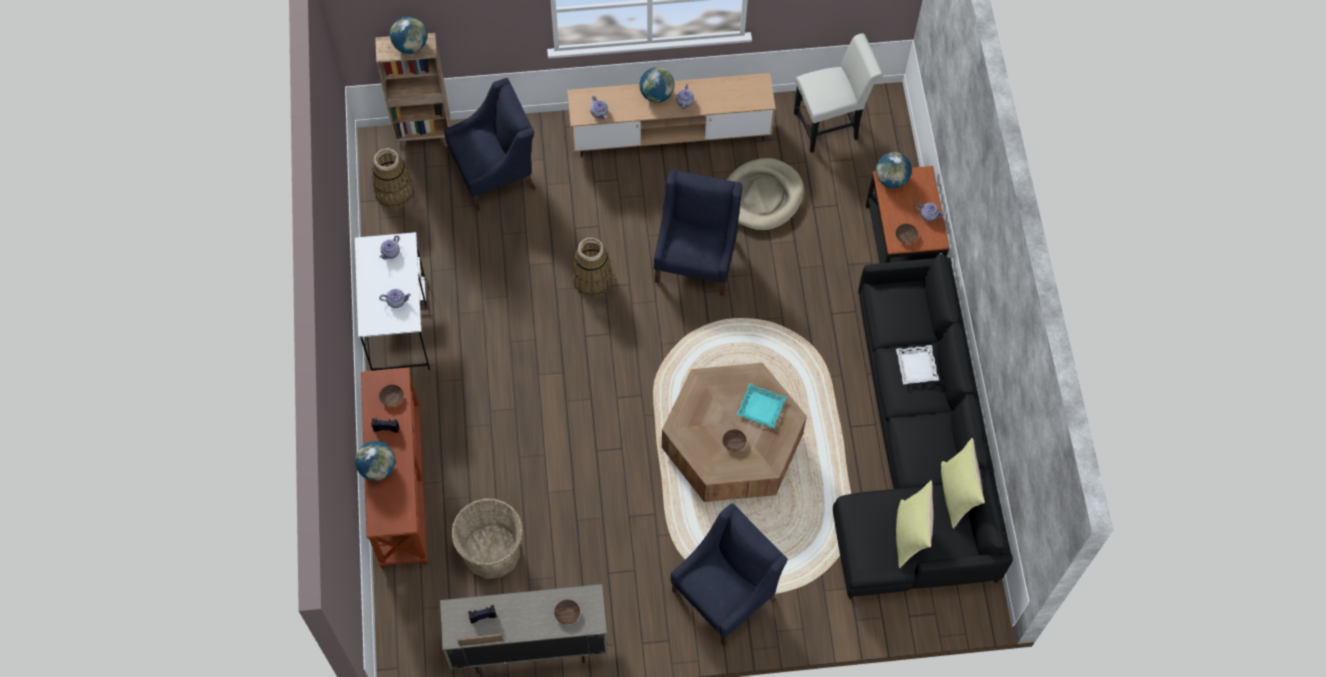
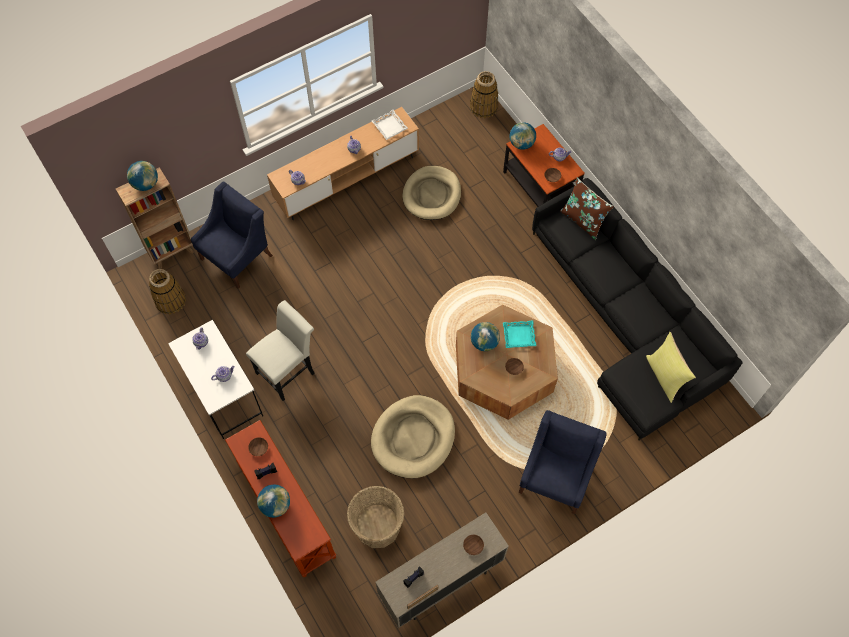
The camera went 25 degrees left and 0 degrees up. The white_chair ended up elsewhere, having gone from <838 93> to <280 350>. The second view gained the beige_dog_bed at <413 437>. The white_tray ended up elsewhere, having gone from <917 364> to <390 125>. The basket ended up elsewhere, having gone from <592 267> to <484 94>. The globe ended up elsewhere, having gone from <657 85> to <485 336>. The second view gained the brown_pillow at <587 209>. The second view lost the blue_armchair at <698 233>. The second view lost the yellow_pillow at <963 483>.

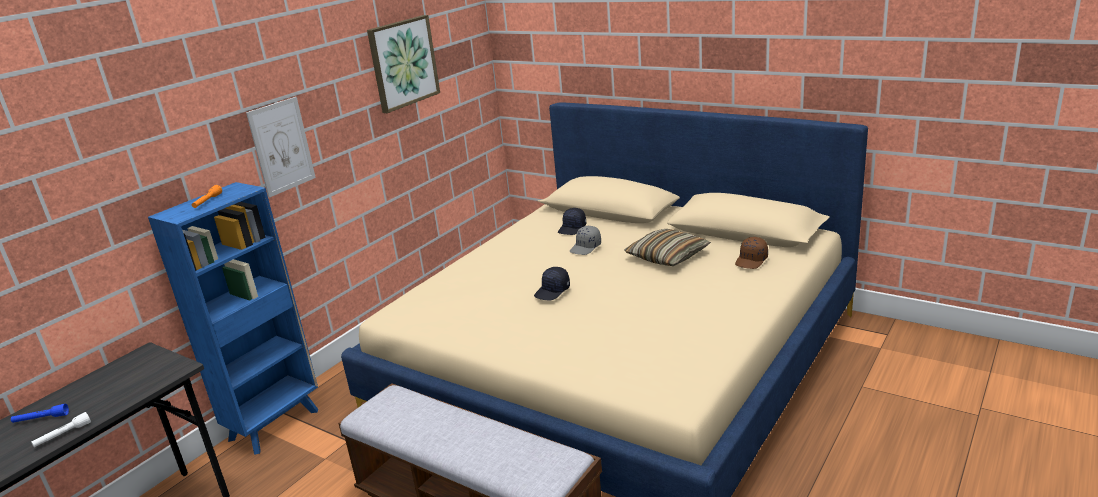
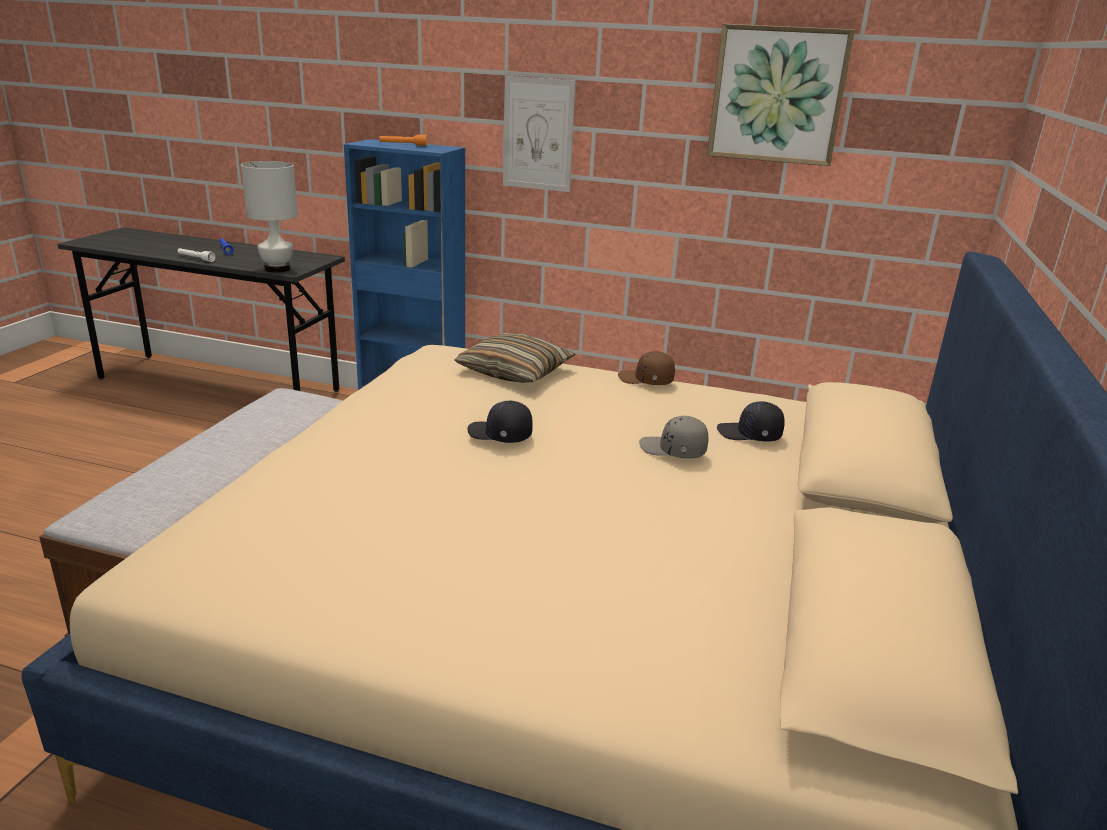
The camera went 70 degrees right and 0 degrees up. The second view gained the white_table_lamp at <269 217>. The pillow ended up elsewhere, having gone from <667 247> to <515 358>. The brown_cap ended up elsewhere, having gone from <751 253> to <646 368>.

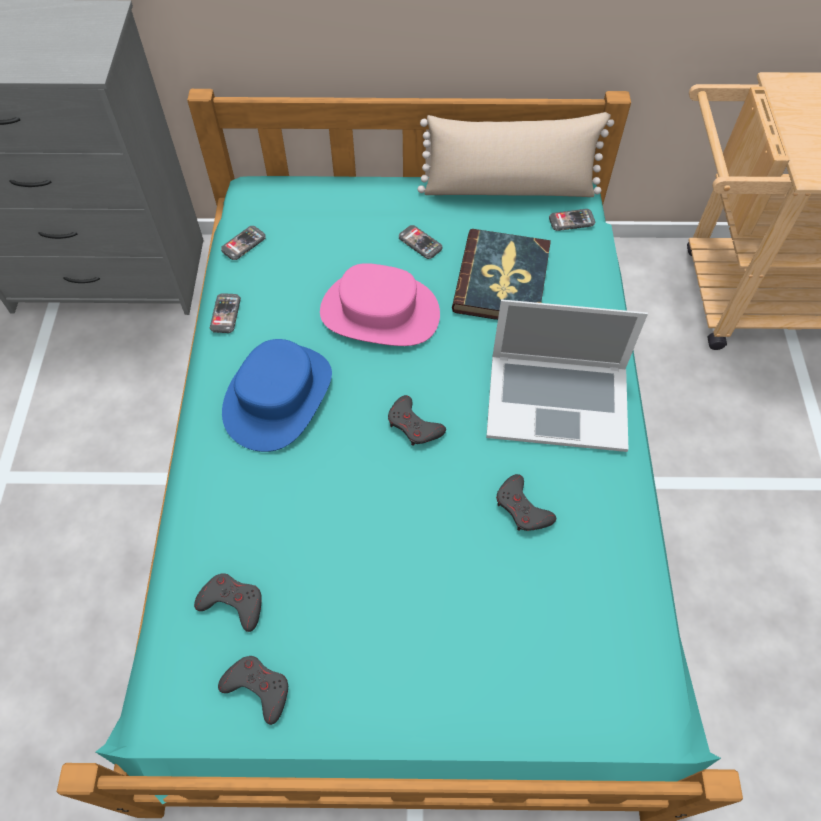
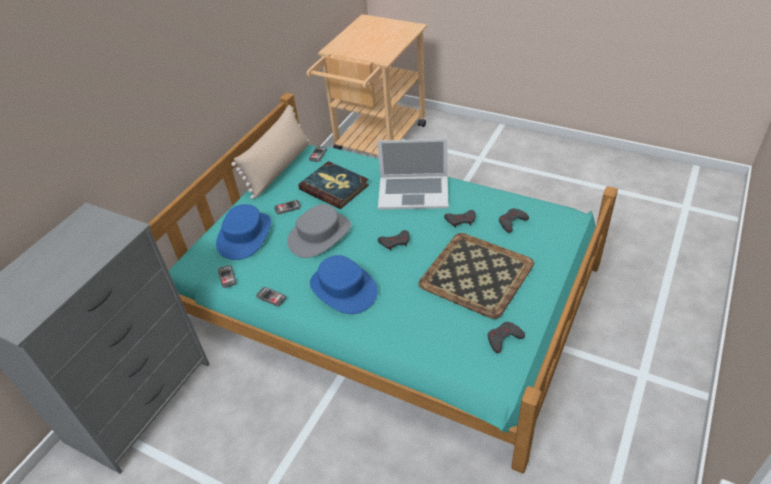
The camera went 60 degrees left and 15 degrees down. The second view gained the blue_hat at <243 232>. What was the pink_hat at <380 304> turned into the grey_hat at <319 231>. The laptop at <567 375> ended up facing another way, 60 degrees clockwise from before. The second view gained the tray at <476 276>. The grey_game_controller ended up elsewhere, having gone from <228 602> to <514 220>.

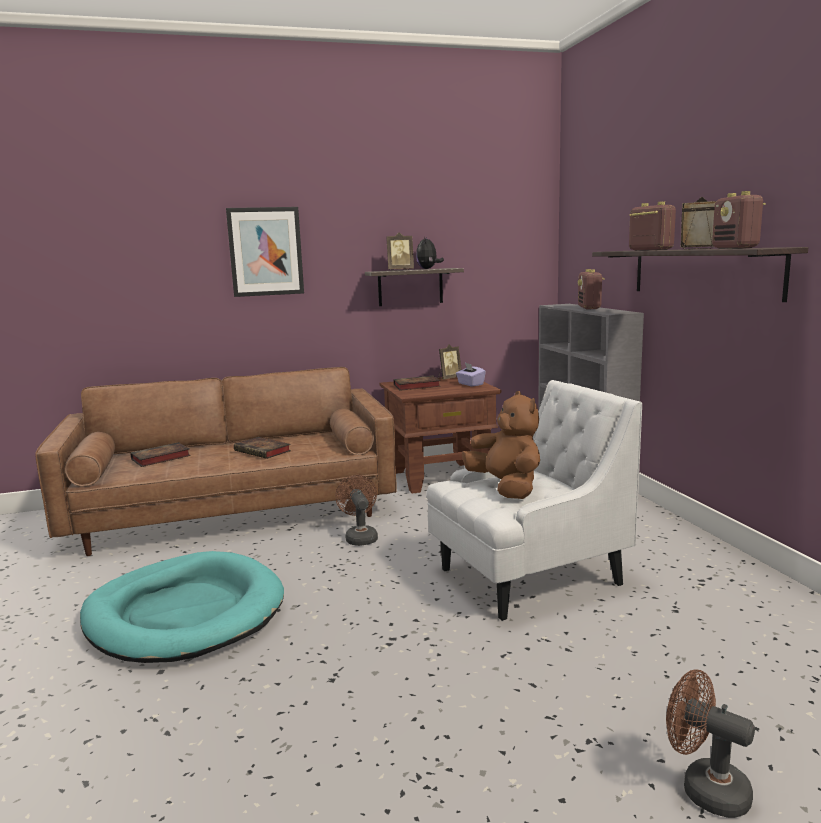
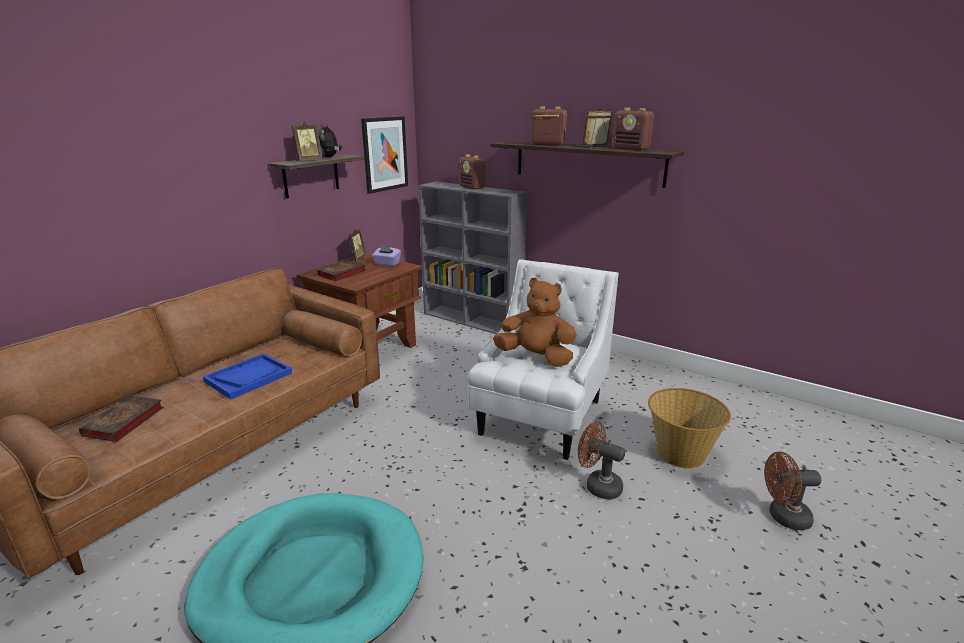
The camera went 40 degrees left and 10 degrees up. Where the book stood at <262 448>, the blue_tray came to stand at <247 376>. The picture ended up elsewhere, having gone from <265 252> to <384 155>. The brown_fan ended up elsewhere, having gone from <356 510> to <601 461>. The second view gained the basket at <689 428>.

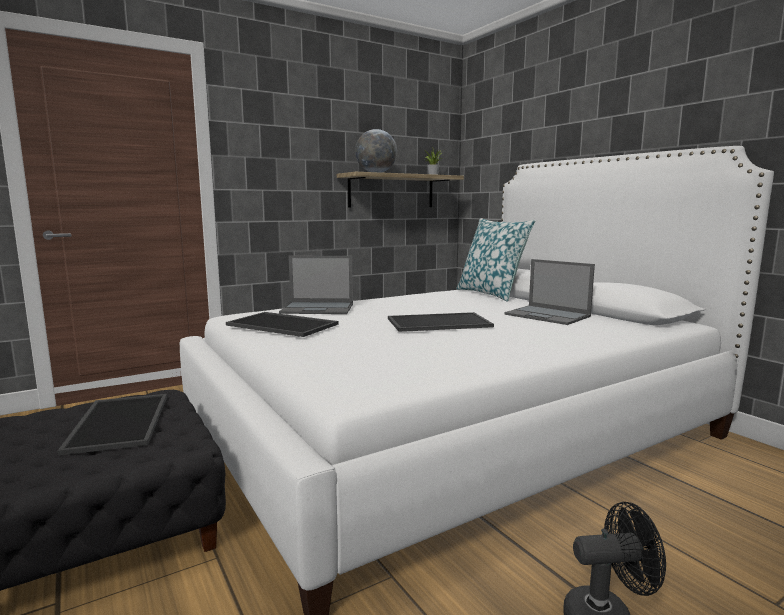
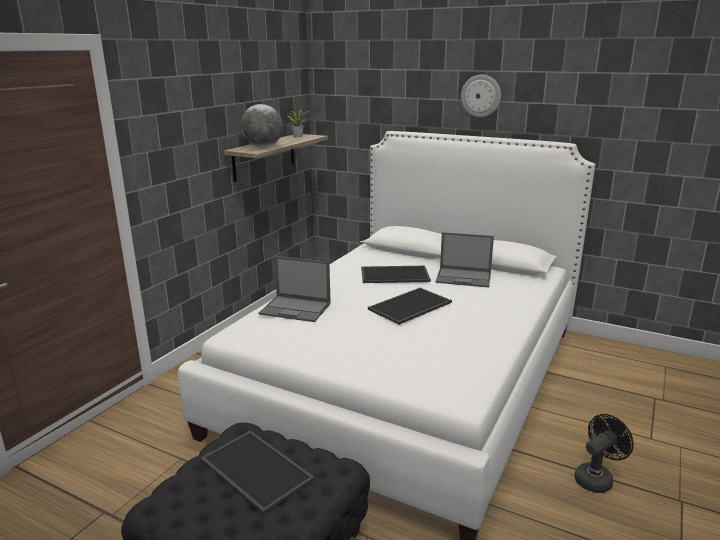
The camera went 30 degrees left and 10 degrees up. The laptop at <316 285> ended up facing another way, 45 degrees clockwise from before. The tray ended up elsewhere, having gone from <282 324> to <396 274>. The second view gained the wall_clock at <481 96>. The second view lost the pillow at <495 260>.

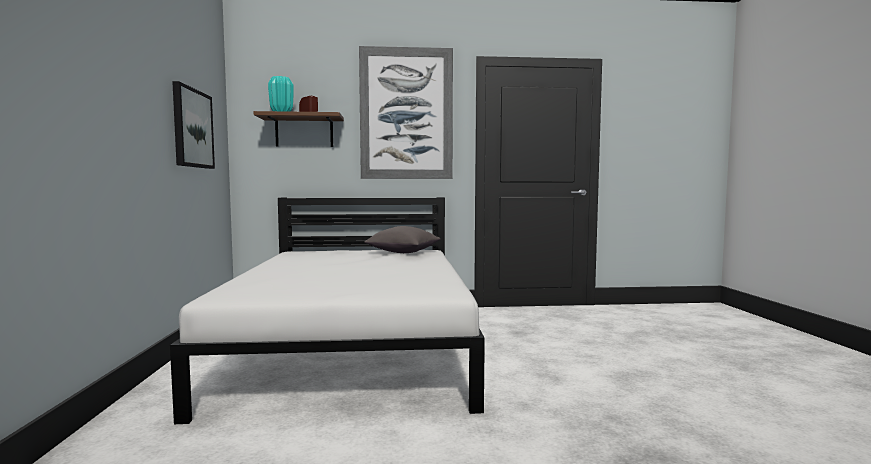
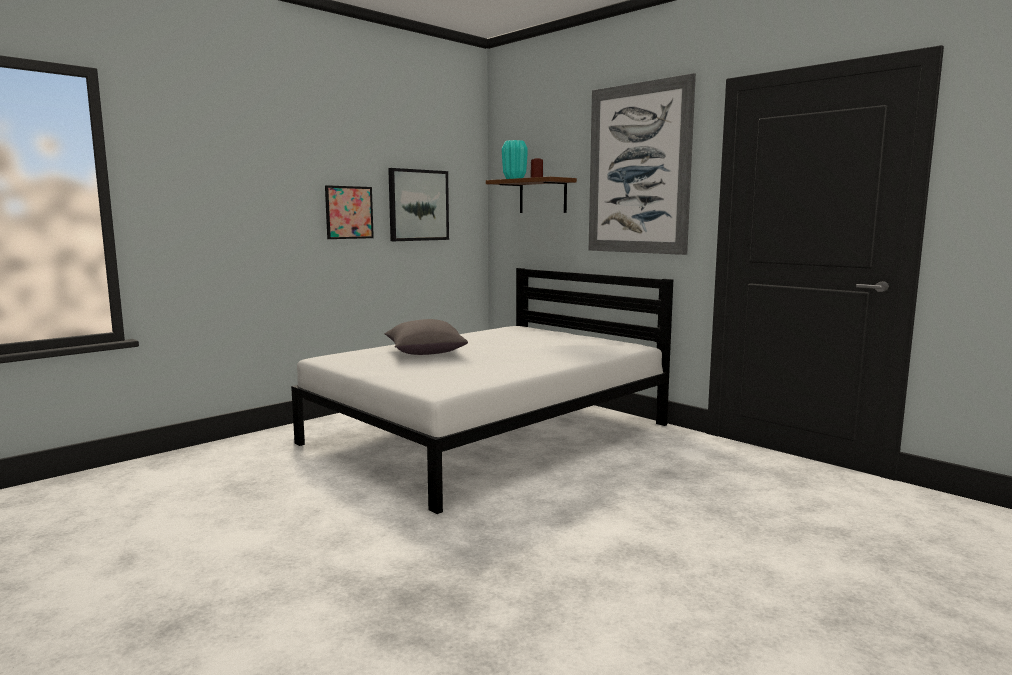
The camera went 50 degrees right and 5 degrees up. The second view gained the picture at <349 212>. The grey_pillow ended up elsewhere, having gone from <402 239> to <426 337>.

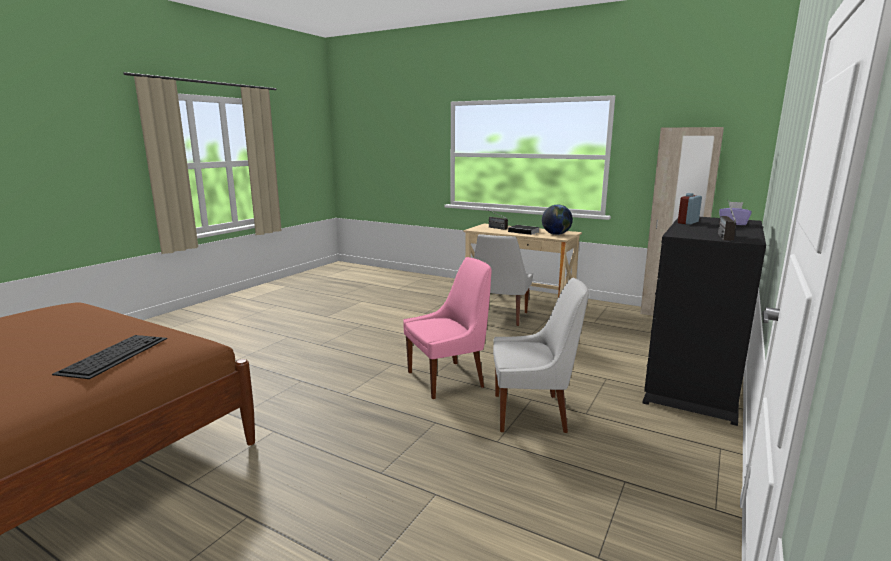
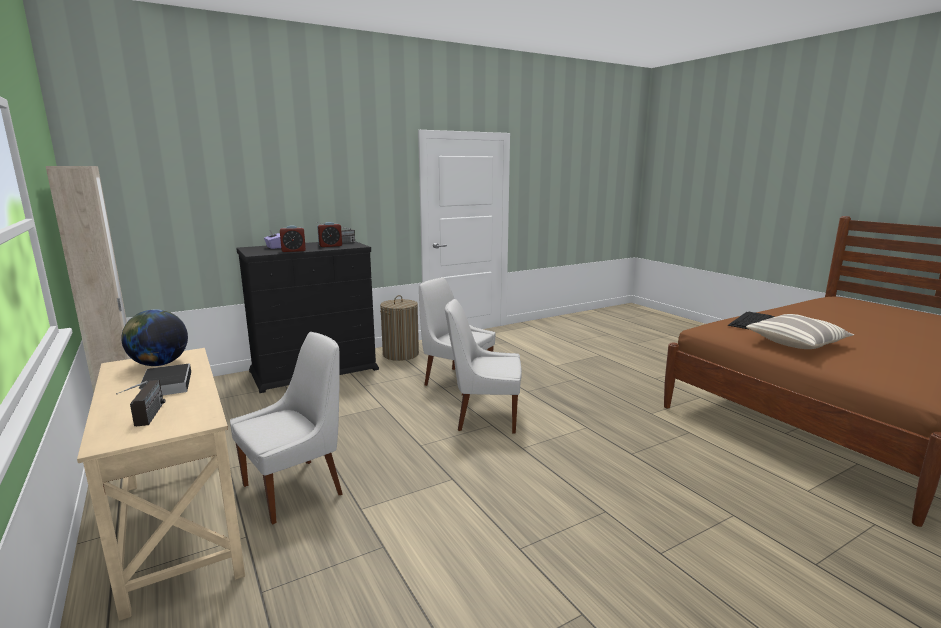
The camera went 150 degrees left and 0 degrees up. The second view gained the alarm_clock at <329 234>. The second view gained the laundry_basket at <399 328>. What was the pink_chair at <447 328> turned into the white_chair at <483 366>. The second view gained the pillow at <800 331>.

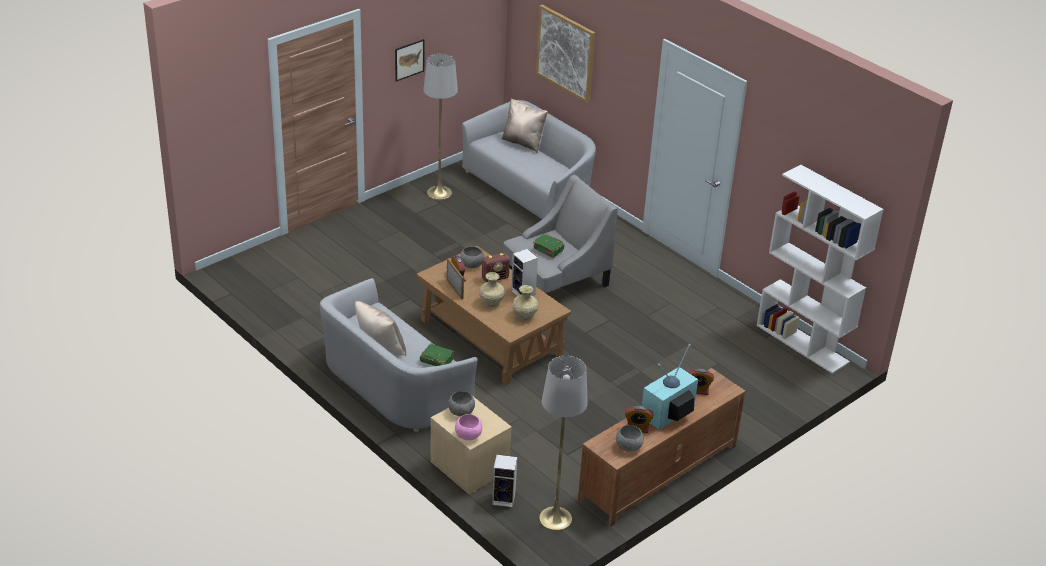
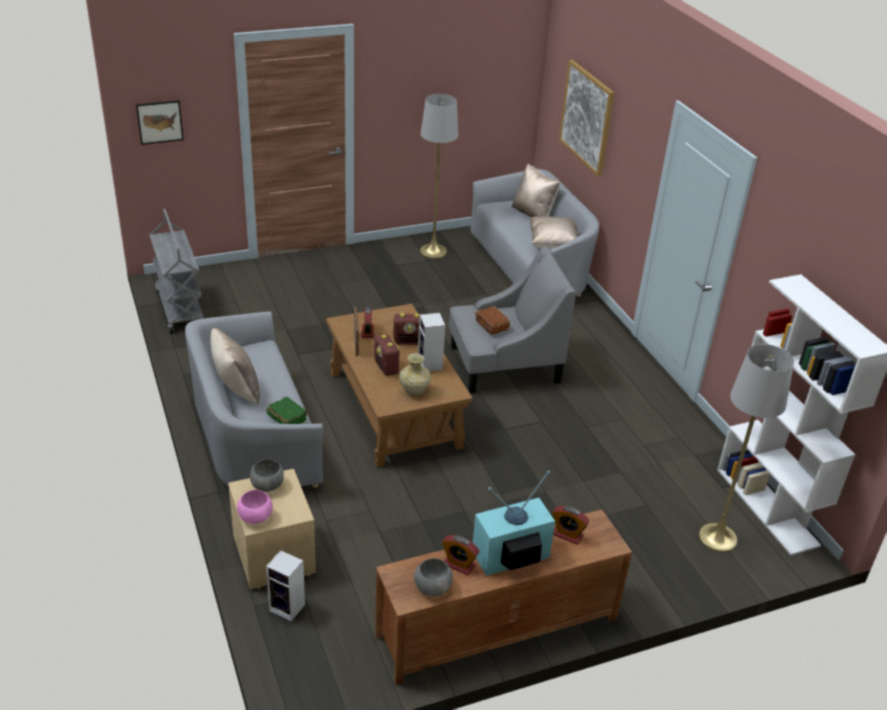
The camera went 20 degrees right and 0 degrees up. The picture ended up elsewhere, having gone from <409 60> to <160 122>. The second view gained the grey_cart at <177 271>. Where the beige_vase stood at <492 289>, the radio came to stand at <387 355>. What was the green_book at <548 245> turned into the brown_book at <492 320>. The second view gained the beige_pillow at <554 232>. The grey_floor_lamp ended up elsewhere, having gone from <563 443> to <746 448>. The second view lost the grey_bowl at <472 257>.

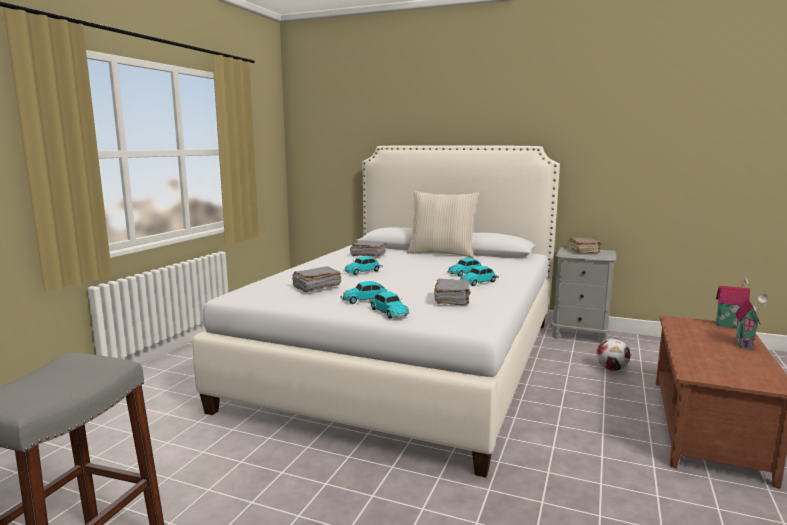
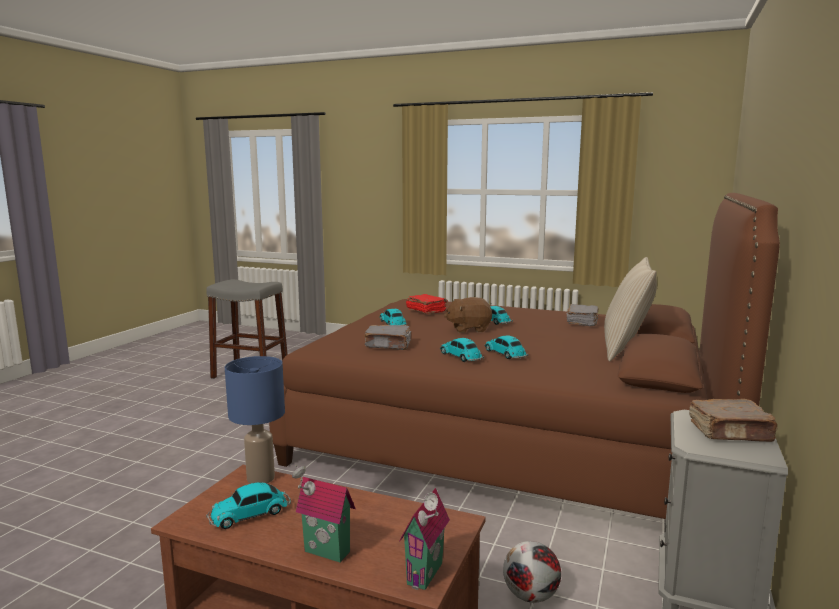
The camera went 90 degrees right and 0 degrees up. The toy_car ended up elsewhere, having gone from <389 305> to <248 505>. The second view gained the blue_table_lamp at <255 420>. What was the white_bed at <376 311> turned into the brown_bed at <524 356>. What was the grey_book at <317 279> turned into the red_book at <427 304>. The second view gained the brown_plush_toy at <468 315>.

